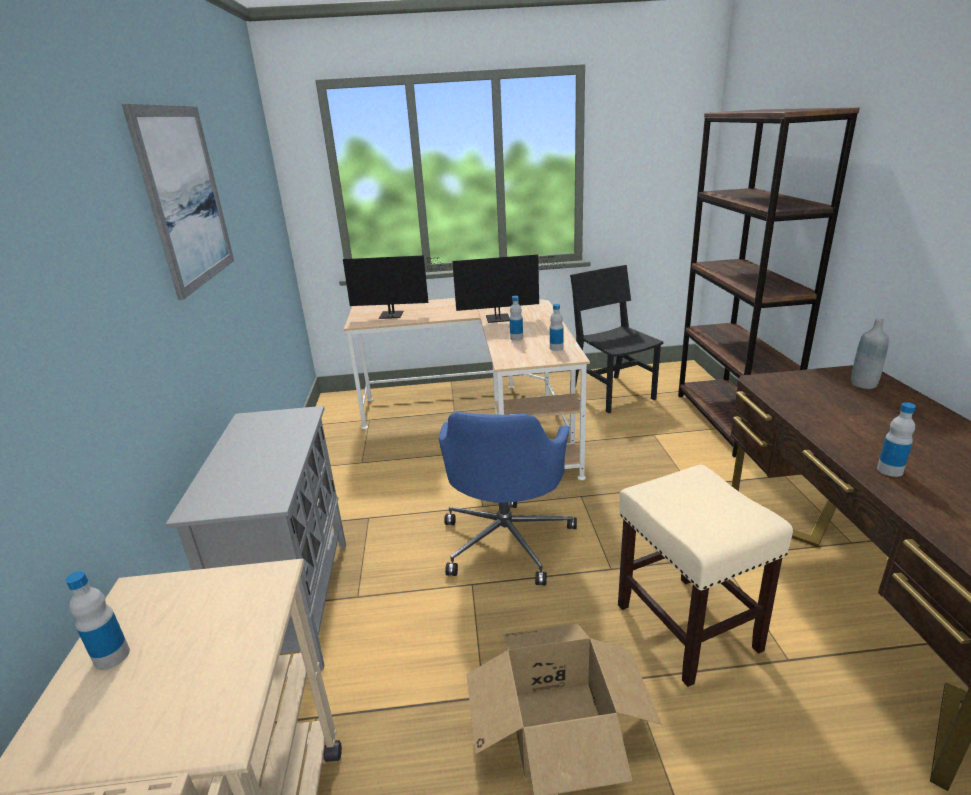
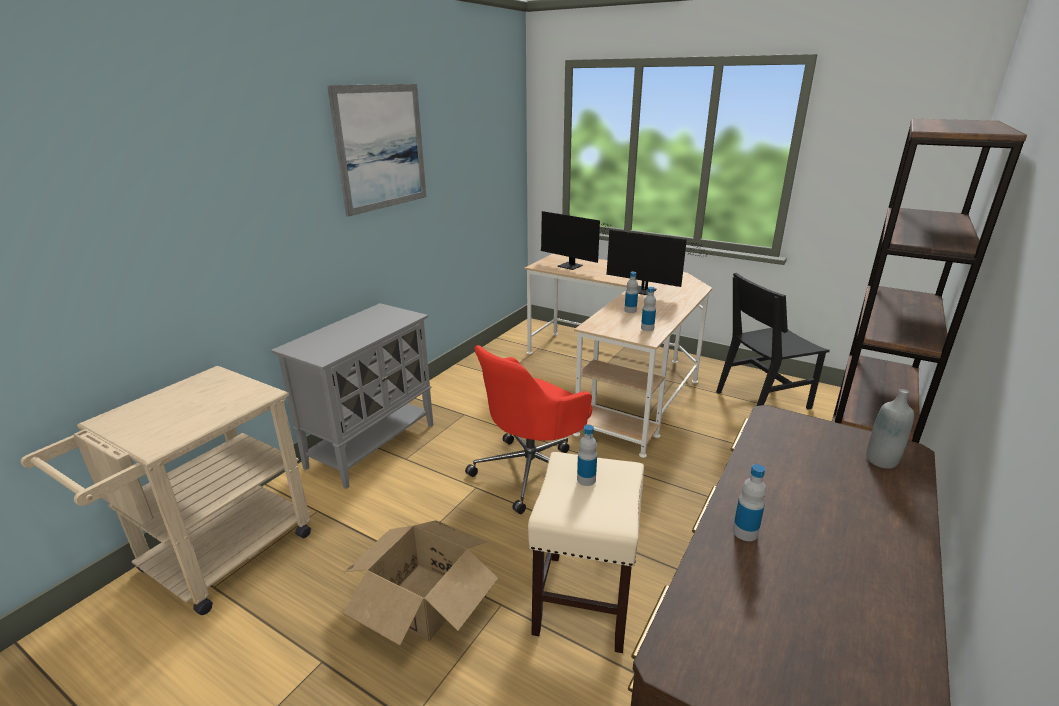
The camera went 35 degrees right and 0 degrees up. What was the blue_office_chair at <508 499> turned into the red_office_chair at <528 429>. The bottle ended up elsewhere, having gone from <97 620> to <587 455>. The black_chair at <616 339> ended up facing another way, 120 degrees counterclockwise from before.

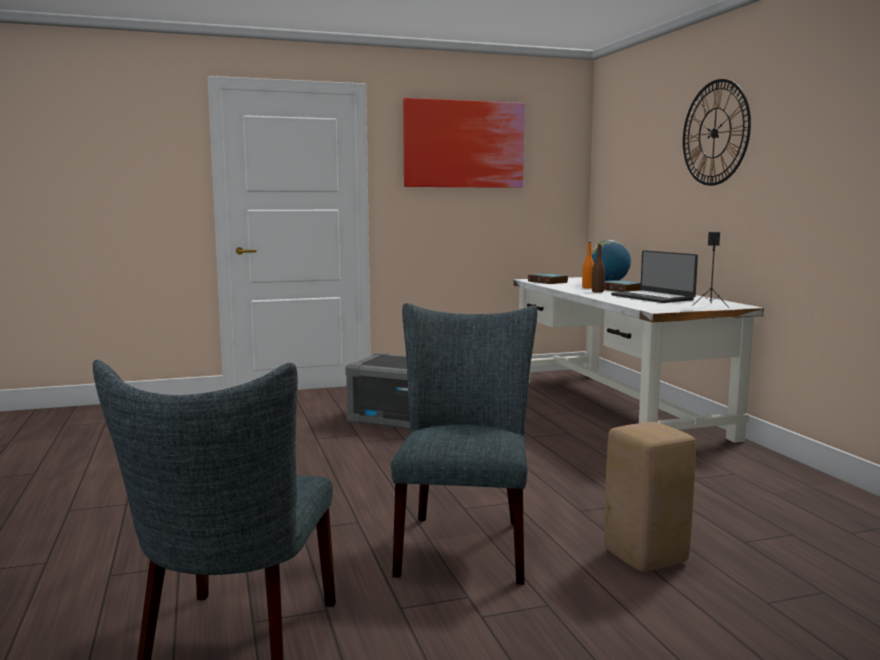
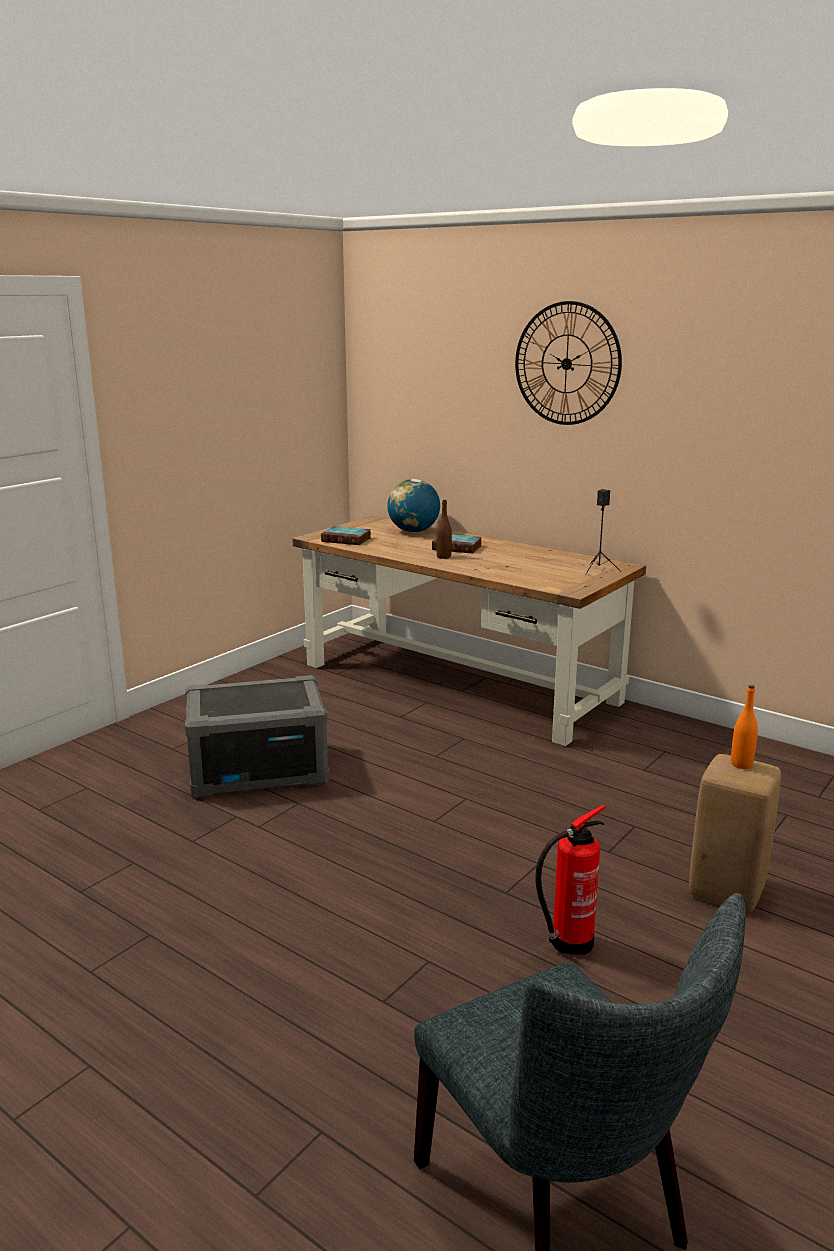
The camera went 35 degrees left and 10 degrees up. What was the white_desk at <638 360> turned into the brown_desk at <469 631>. Where the grey_chair stood at <464 444>, the fire_extinguisher came to stand at <570 880>. The orange_bottle ended up elsewhere, having gone from <588 265> to <744 727>. The second view lost the picture at <464 143>. The second view lost the laptop at <654 276>.

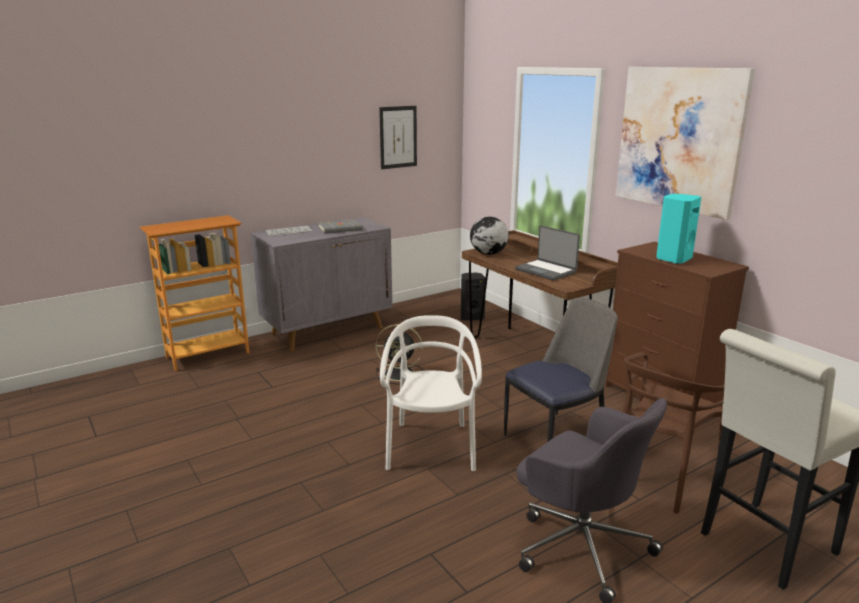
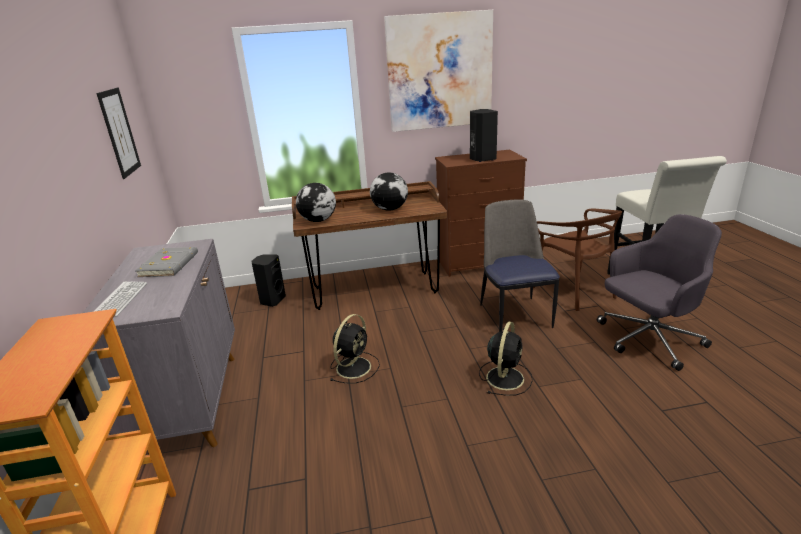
The camera went 65 degrees left and 5 degrees up. Where the laptop stood at <547 253>, the globe came to stand at <389 192>. What was the turquoise_speaker at <678 229> turned into the black_speaker at <484 135>. Where the white_chair stood at <431 393>, the black_fan came to stand at <506 358>.

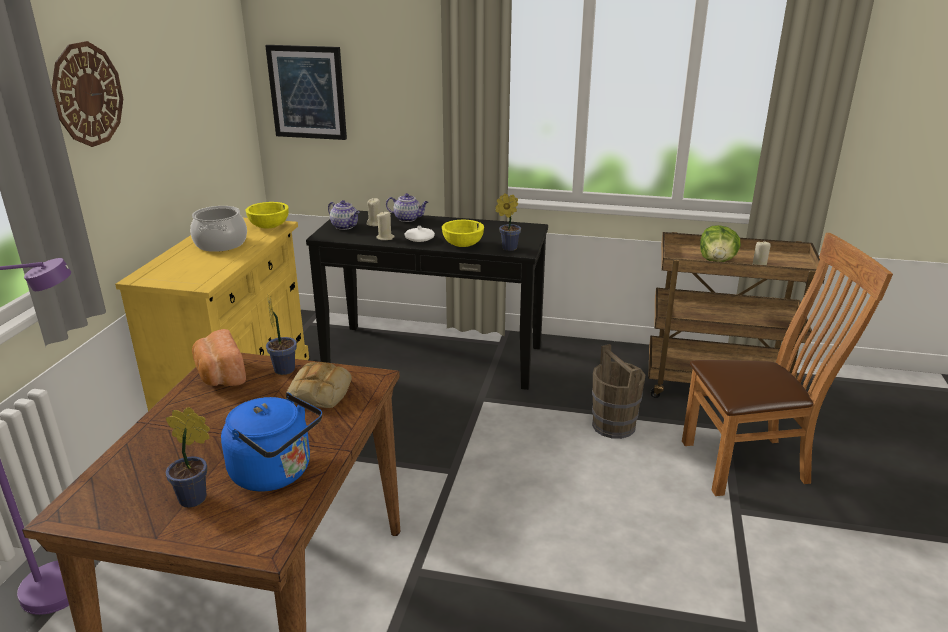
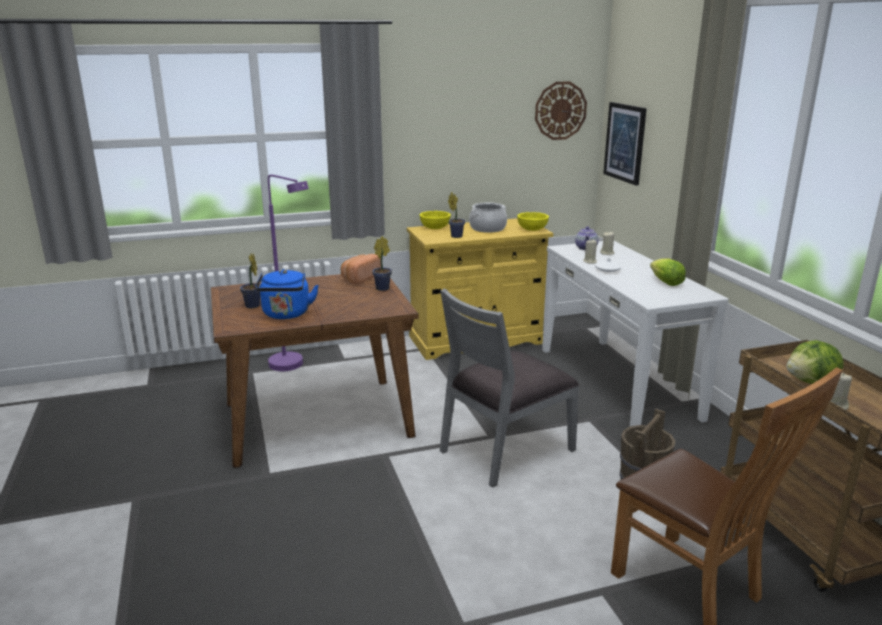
The camera went 60 degrees right and 5 degrees down. The yellow_bowl ended up elsewhere, having gone from <463 233> to <435 220>. The second view gained the grey_chair at <510 388>. The potted_plant ended up elsewhere, having gone from <508 222> to <456 215>. The wall_clock ended up elsewhere, having gone from <87 94> to <561 110>. What was the black_console_table at <427 300> turned into the white_console_table at <635 333>. The second view gained the lettuce at <668 272>. The second view lost the bread at <319 385>. The second view lost the teapot at <407 207>.

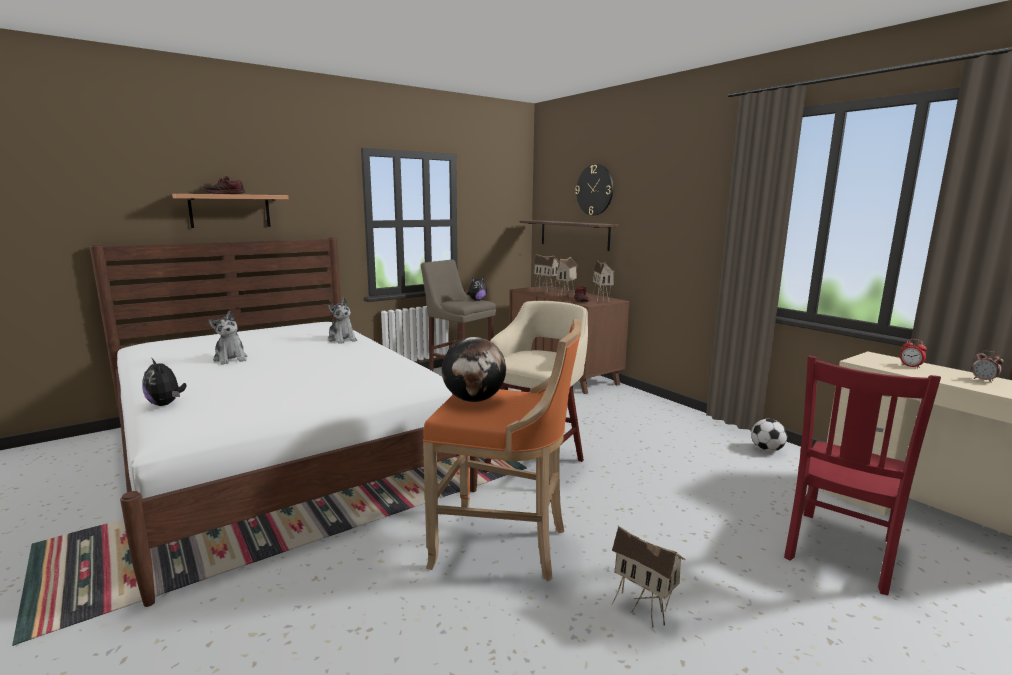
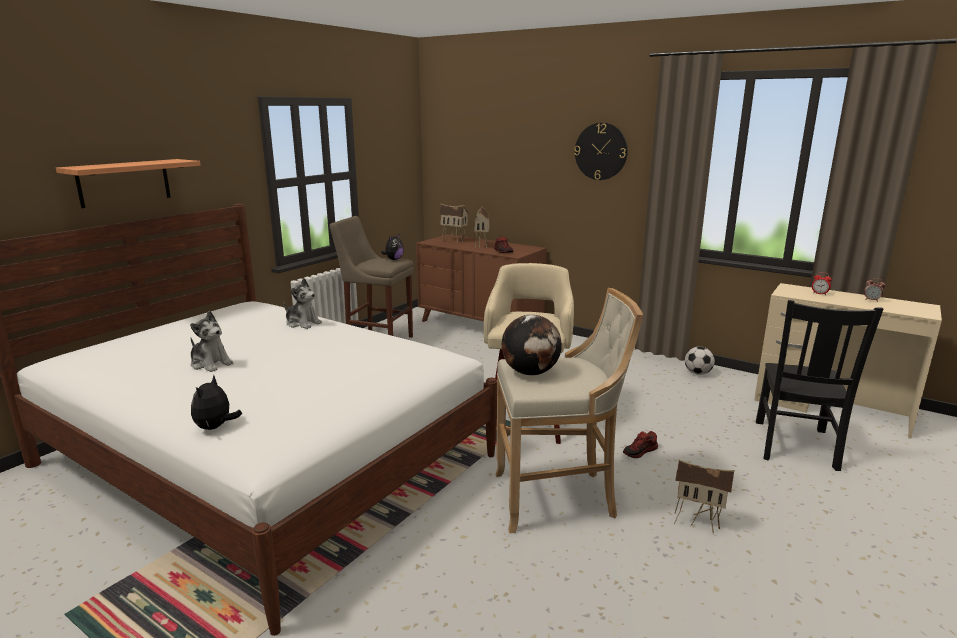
The camera went 20 degrees left and 5 degrees up. The plush_toy at <165 382> ended up facing another way, 75 degrees clockwise from before. What was the orange_stool at <502 450> turned into the beige_stool at <569 410>. The wall_clock ended up elsewhere, having gone from <594 190> to <601 151>. The shoe ended up elsewhere, having gone from <224 185> to <640 444>. What was the red_chair at <862 475> turned into the black_chair at <820 385>. The second view lost the shelf at <568 235>. The second view lost the toy_house at <602 281>.

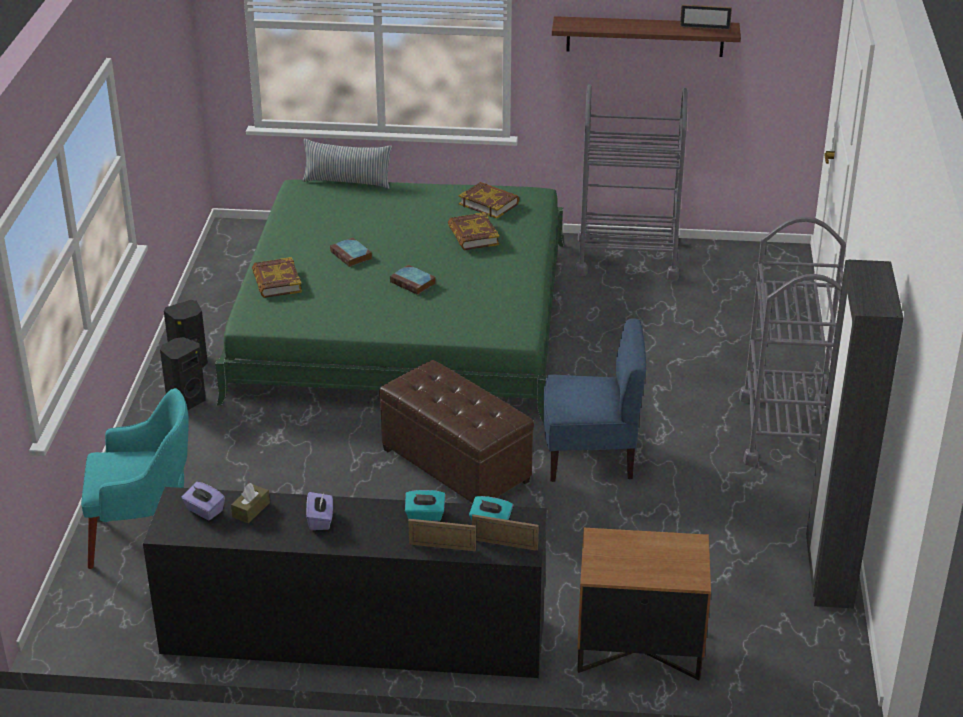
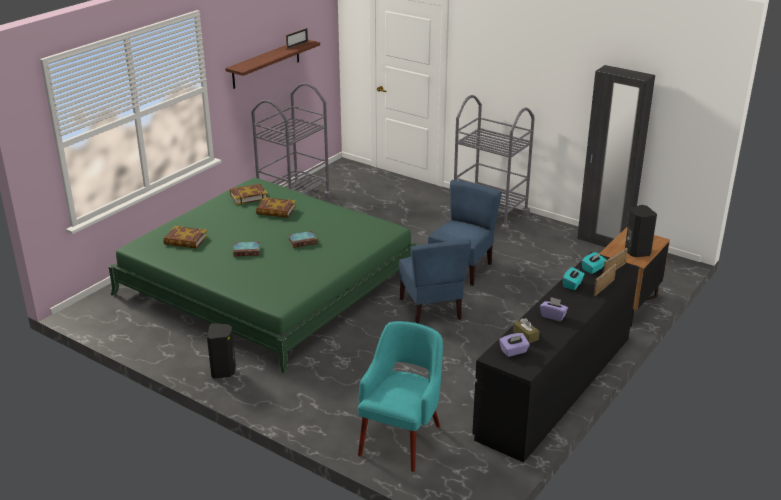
The camera went 60 degrees left and 5 degrees down. The book ended up elsewhere, having gone from <277 277> to <186 237>. Where the brown_ottoman stood at <456 431>, the blue_chair came to stand at <435 282>. The black_speaker ended up elsewhere, having gone from <183 373> to <641 231>. The second view lost the pillow at <347 164>.

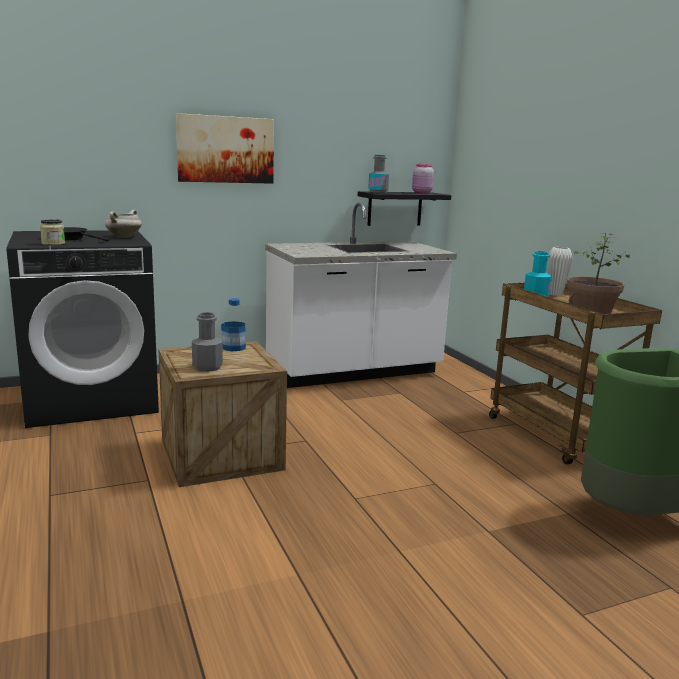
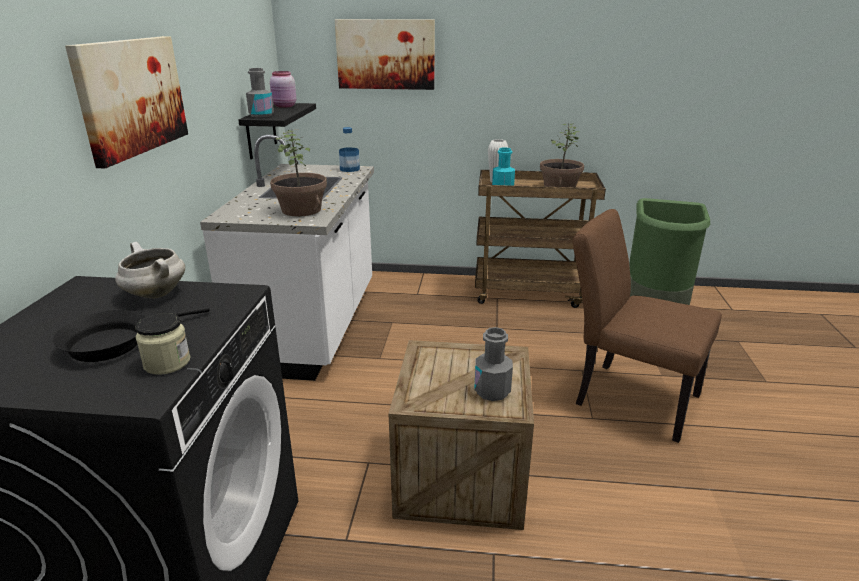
The camera went 60 degrees left and 10 degrees up. The second view gained the potted_plant at <298 172>. The second view gained the picture at <385 54>. The bottle ended up elsewhere, having gone from <233 324> to <349 149>. The second view gained the brown_chair at <647 326>.

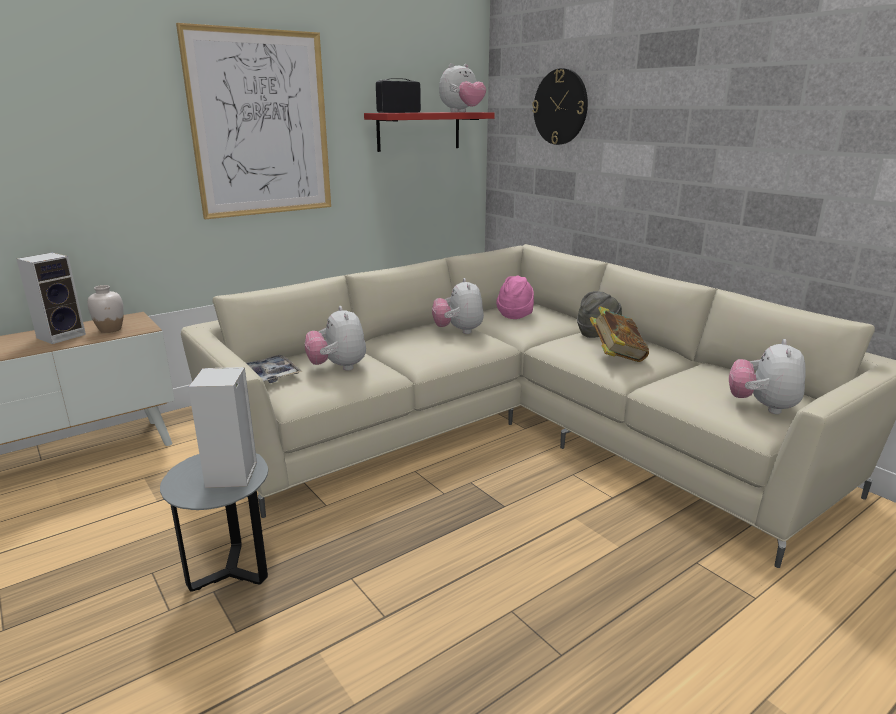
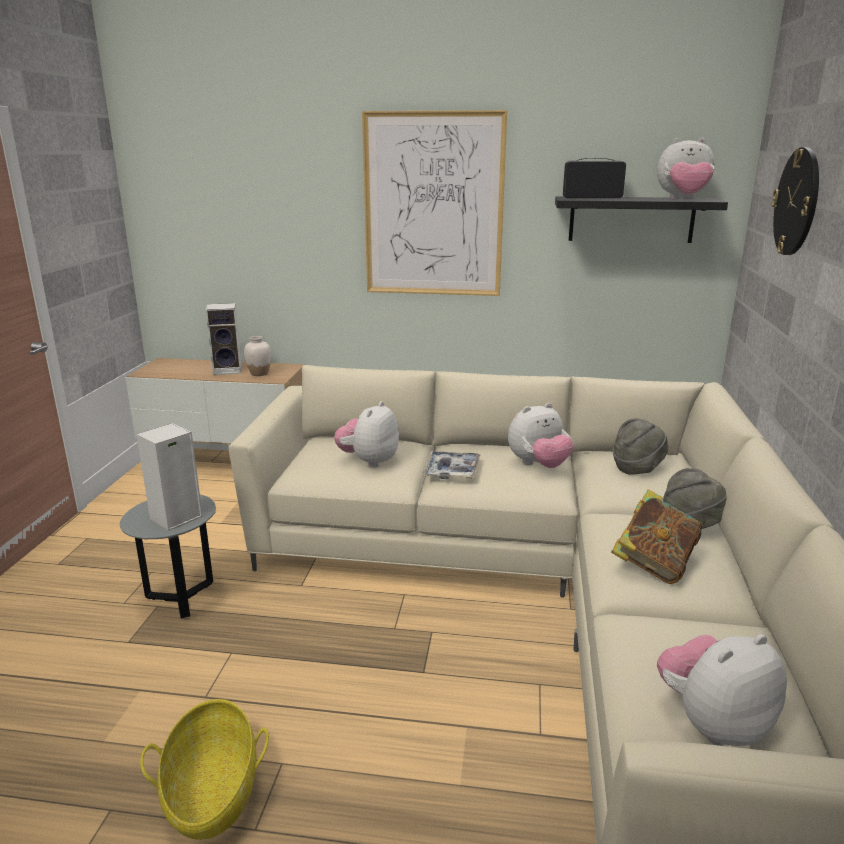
The camera went 45 degrees right and 0 degrees up. The second view gained the basket at <204 769>. The tray ended up elsewhere, having gone from <274 369> to <451 465>. The plush_toy at <458 306> ended up facing another way, 150 degrees counterclockwise from before. What was the red_shelf at <429 132> turned into the black_shelf at <641 219>. What was the pink_hat at <515 297> turned into the grey_hat at <640 446>.

